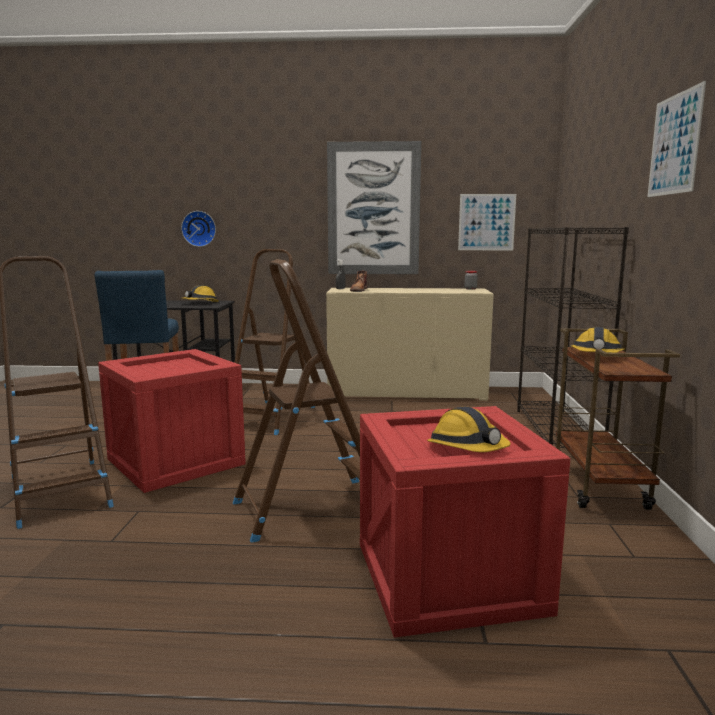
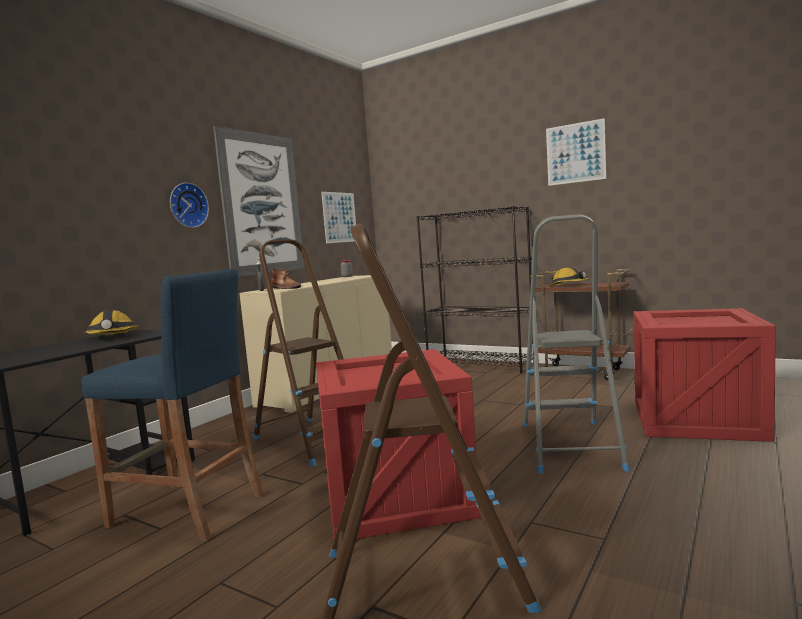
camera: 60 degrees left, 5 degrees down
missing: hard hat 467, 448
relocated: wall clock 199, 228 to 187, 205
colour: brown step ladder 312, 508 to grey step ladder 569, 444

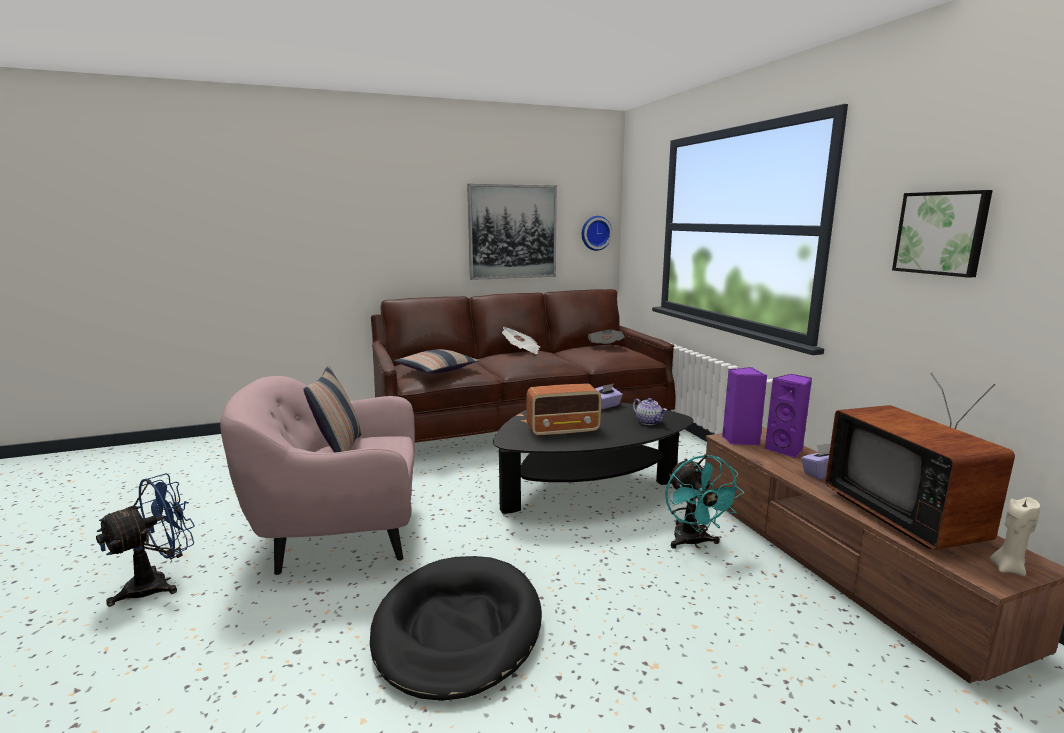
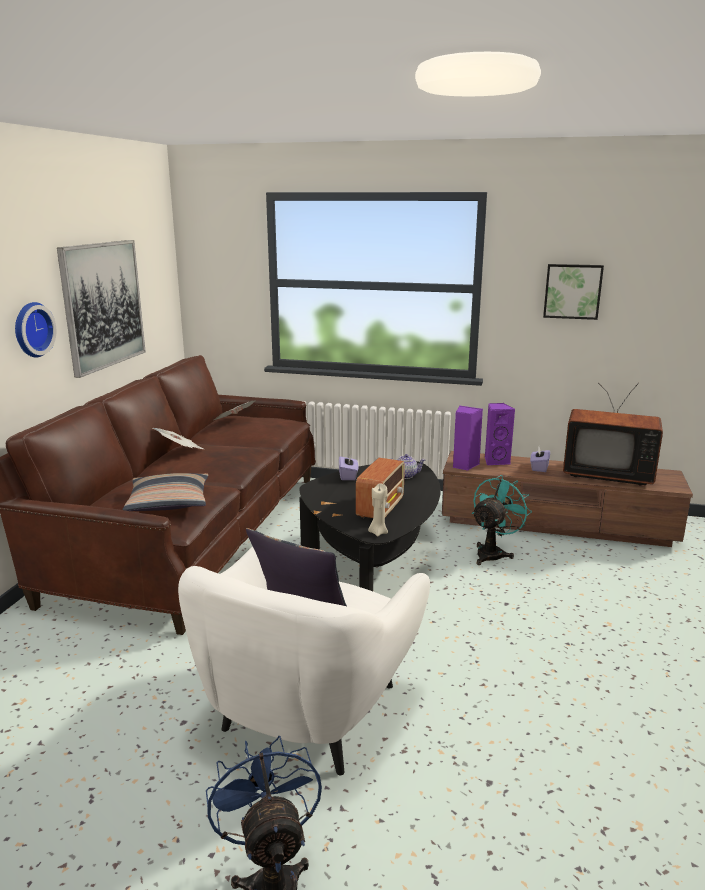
camera: 55 degrees left, 5 degrees up
missing: black dog bed 457, 629
relocated: wall clock 595, 233 to 31, 329; beige candle 1008, 569 to 378, 532
colour: pink armchair 340, 537 to white armchair 308, 713
spun: turquoise fan 693, 543 = 493, 553 75 degrees counterclockwise

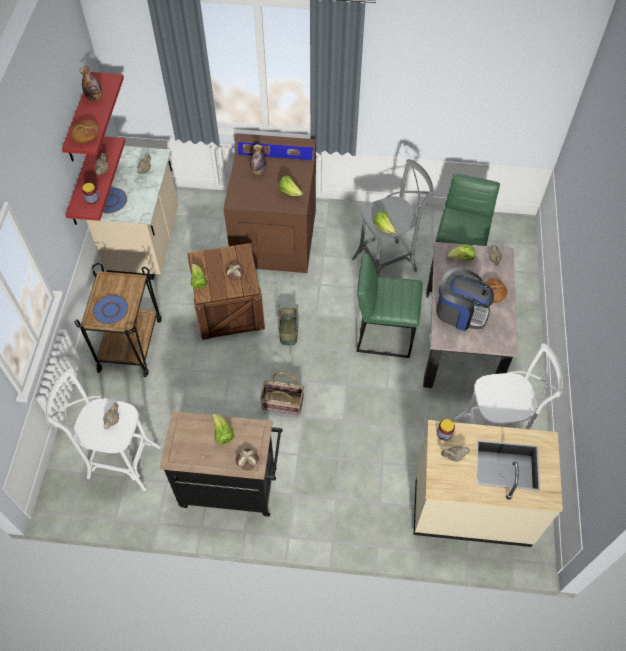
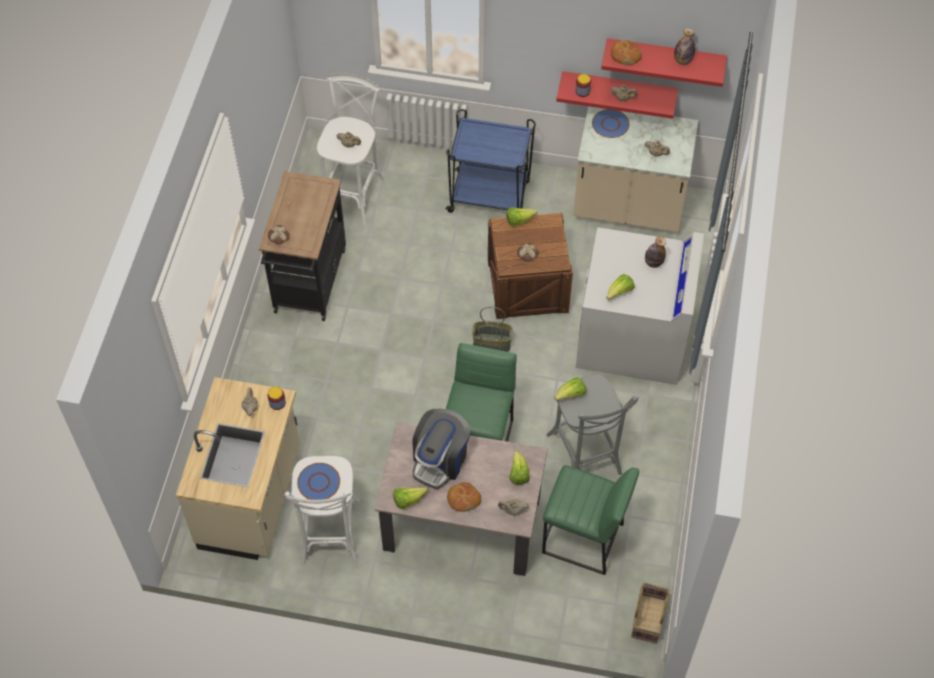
camera: 95 degrees right, 0 degrees up
relocated: blue plate 110, 310 to 318, 482; basket 282, 403 to 647, 618; lettuce 222, 433 to 408, 500
colour: brown washing machine 275, 238 to white washing machine 631, 337; brown cart 131, 343 to blue cart 490, 197

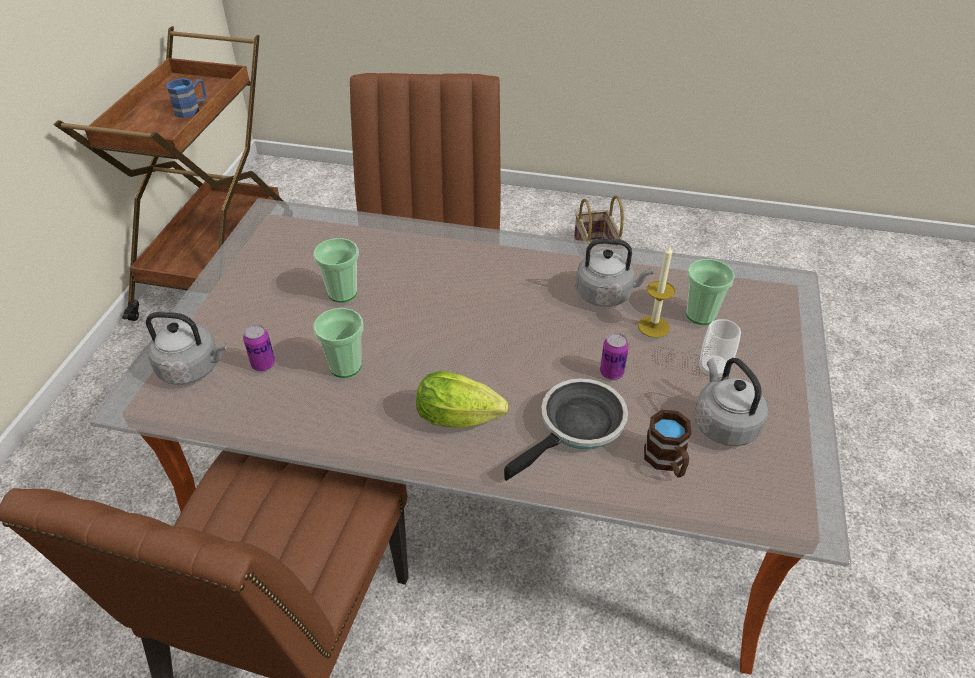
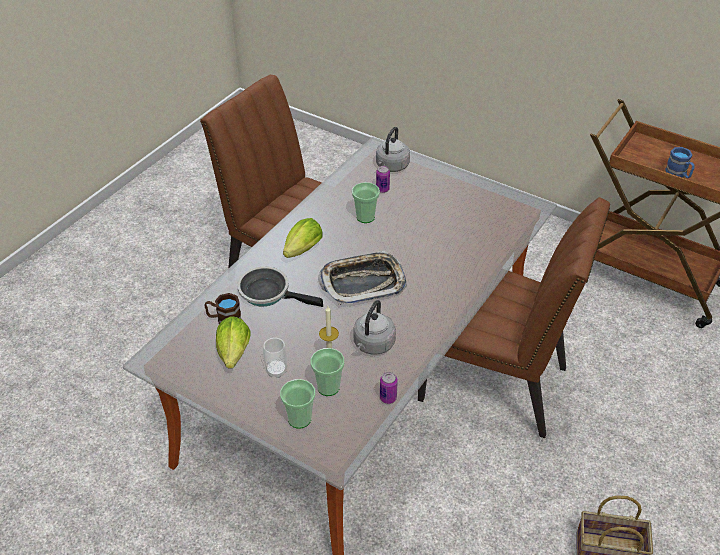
camera: 110 degrees right, 0 degrees up
appeared: tray 363, 282
relocated: cup 342, 293 to 299, 419; can 611, 372 to 388, 398
exchanged: grey kettle 723, 423 to lettuce 233, 355
spun: frying pan 577, 428 = 268, 293 135 degrees clockwise

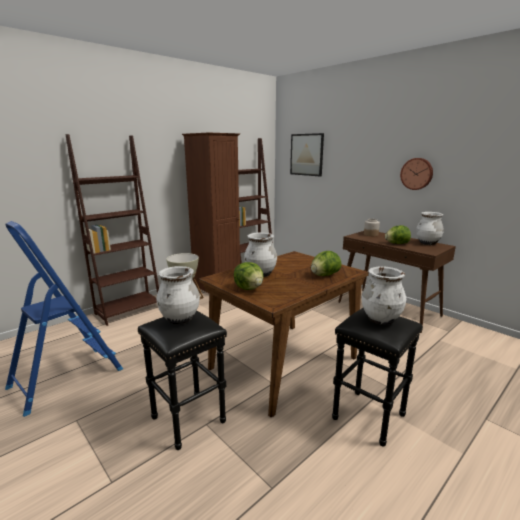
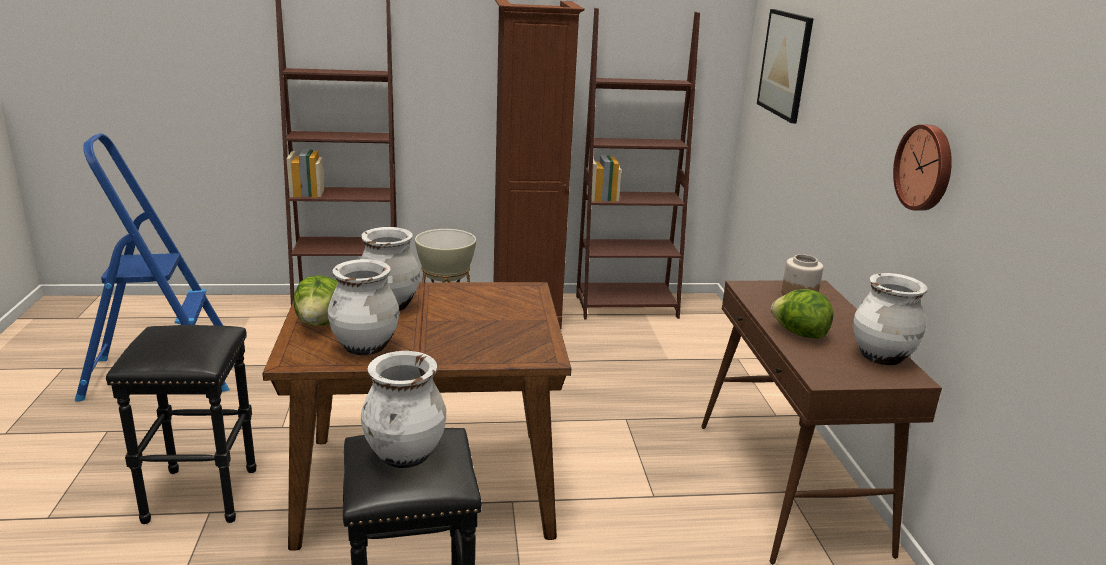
camera: 35 degrees right, 5 degrees up
missing: lettuce 324, 275
relocated: white vase 180, 319 to 365, 347

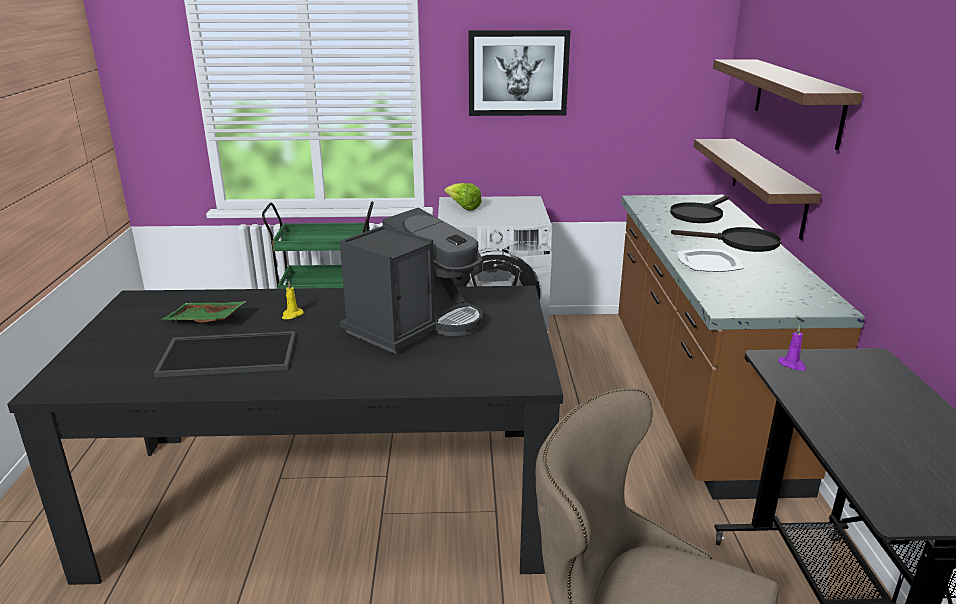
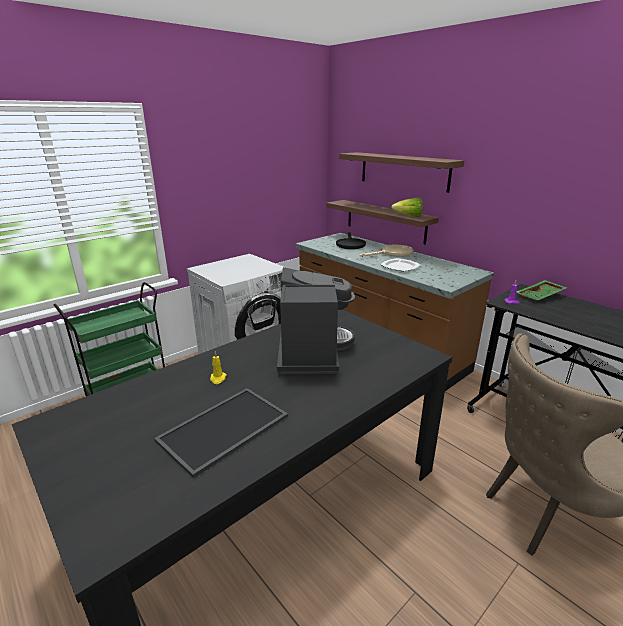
camera: 40 degrees left, 0 degrees up
missing: picture 518, 73
relocated: lettuce 463, 207 to 408, 216; green tray 205, 321 to 540, 296
colour: black frying pan 740, 243 to beige frying pan 392, 253

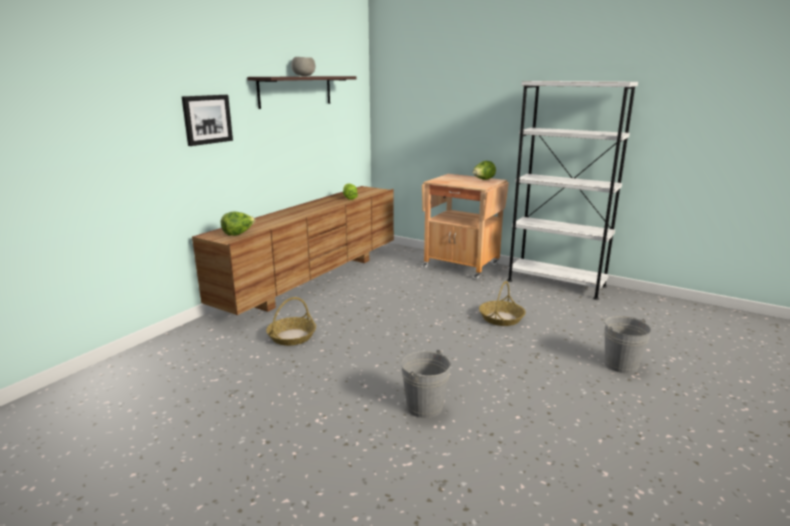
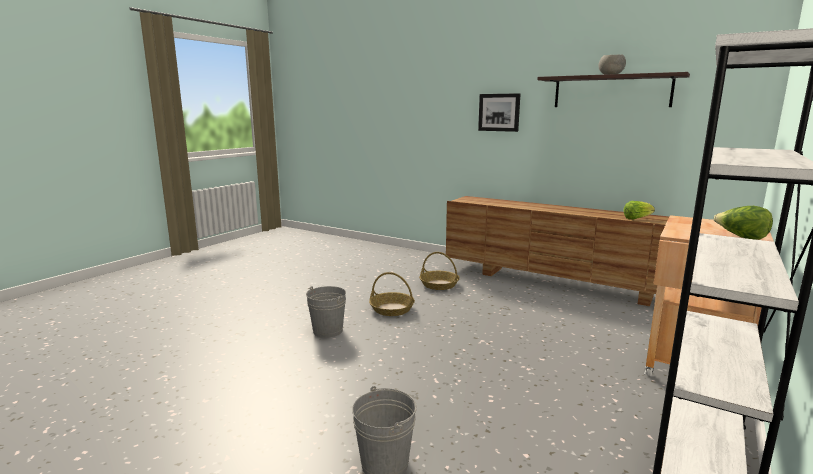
camera: 90 degrees right, 5 degrees down
missing: lettuce 238, 234
relocated: basket 501, 318 to 392, 309

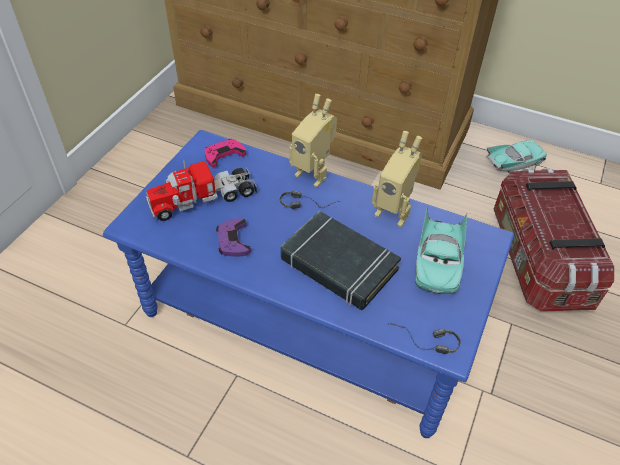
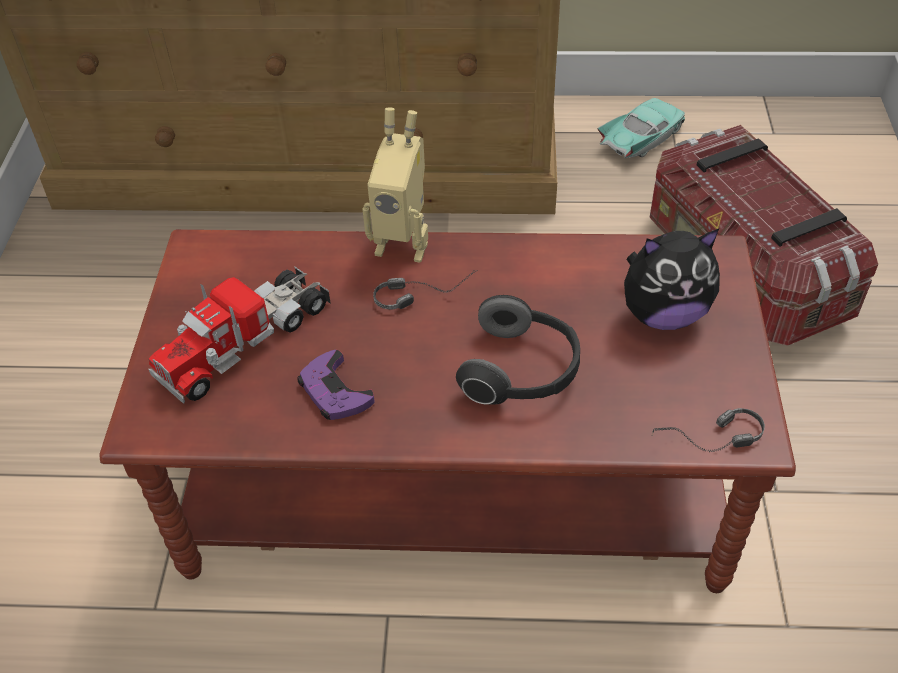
camera: 20 degrees left, 0 degrees up
missing: toy robot 394, 212; pink game controller 224, 155
exchanged: turquoise toy car 438, 261 to plush toy 663, 314; black book 338, 265 to headphones 521, 371
colour: blue coffee table 308, 319 to brown coffee table 456, 483

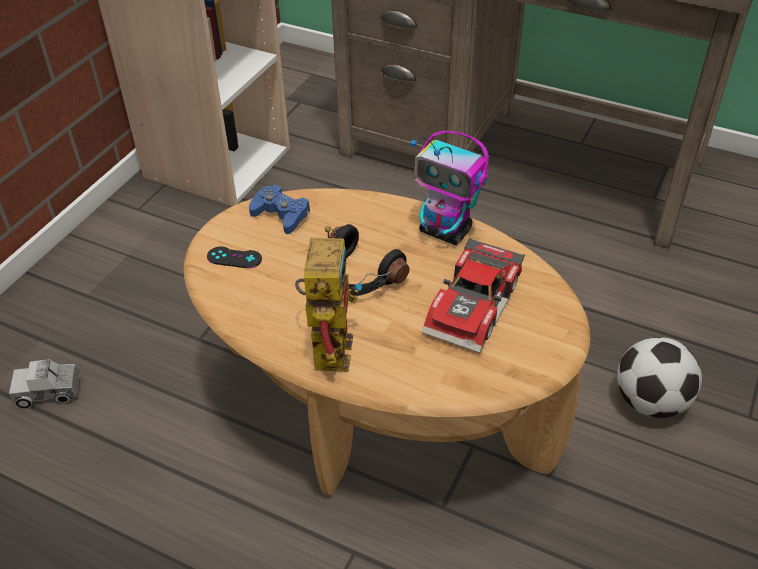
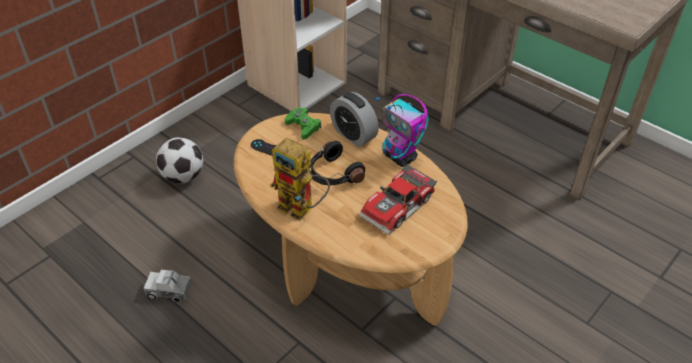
camera: 15 degrees right, 0 degrees up
appeared: alarm clock 353, 135
relocated: football 651, 402 to 183, 177; toy truck 49, 392 to 169, 291
colour: blue game controller 281, 214 to green game controller 303, 127
spun: toy robot 329, 342 = 302, 209 105 degrees clockwise

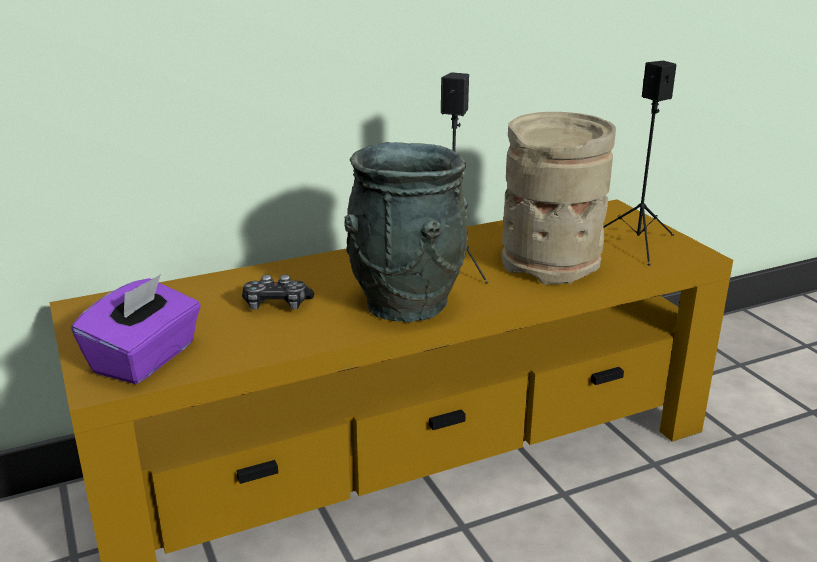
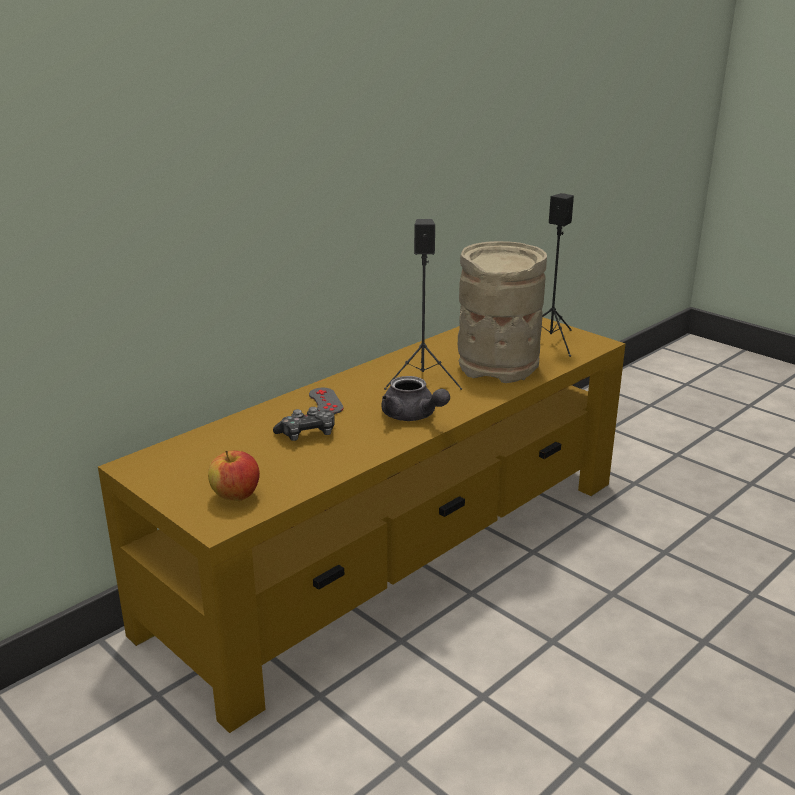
camera: 20 degrees left, 0 degrees up
appeared: grey game controller 326, 401
exchanged: grey vase 406, 305 to grey teapot 413, 416; purple tissue box 146, 359 to apple 236, 496

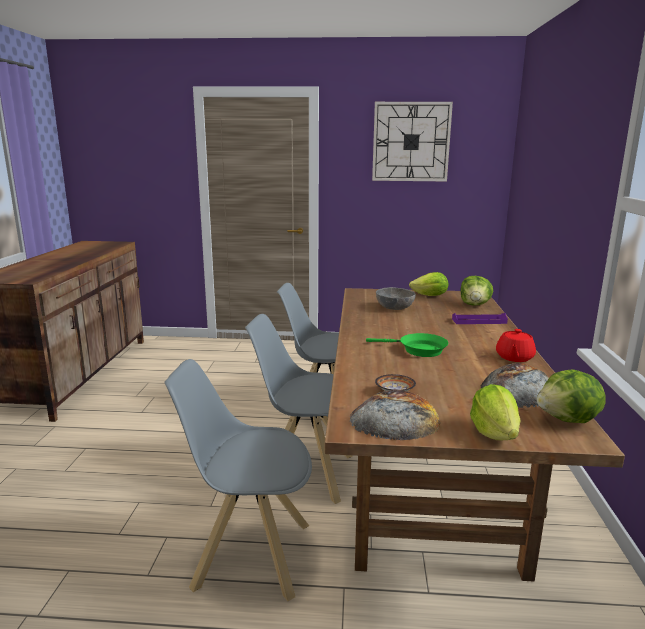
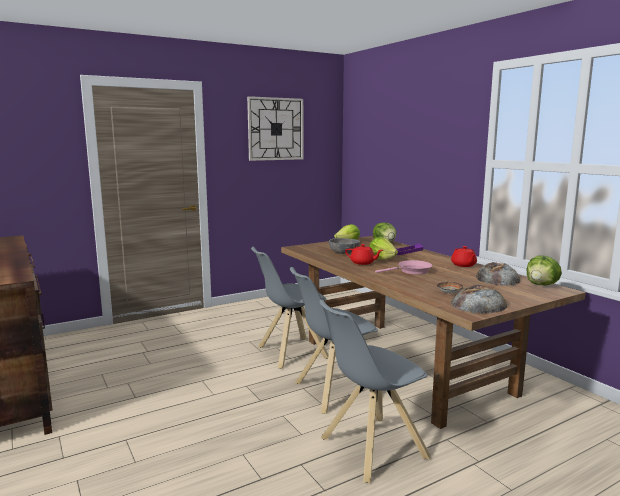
camera: 35 degrees left, 5 degrees down
appeared: red teapot 363, 263
relocated: lettuce 494, 433 to 382, 259
colour: green frying pan 418, 350 to pink frying pan 411, 271

